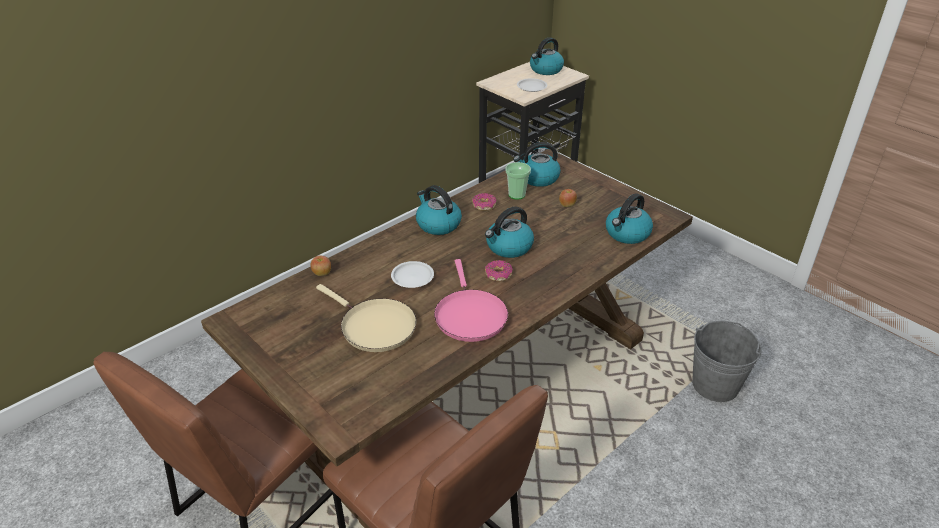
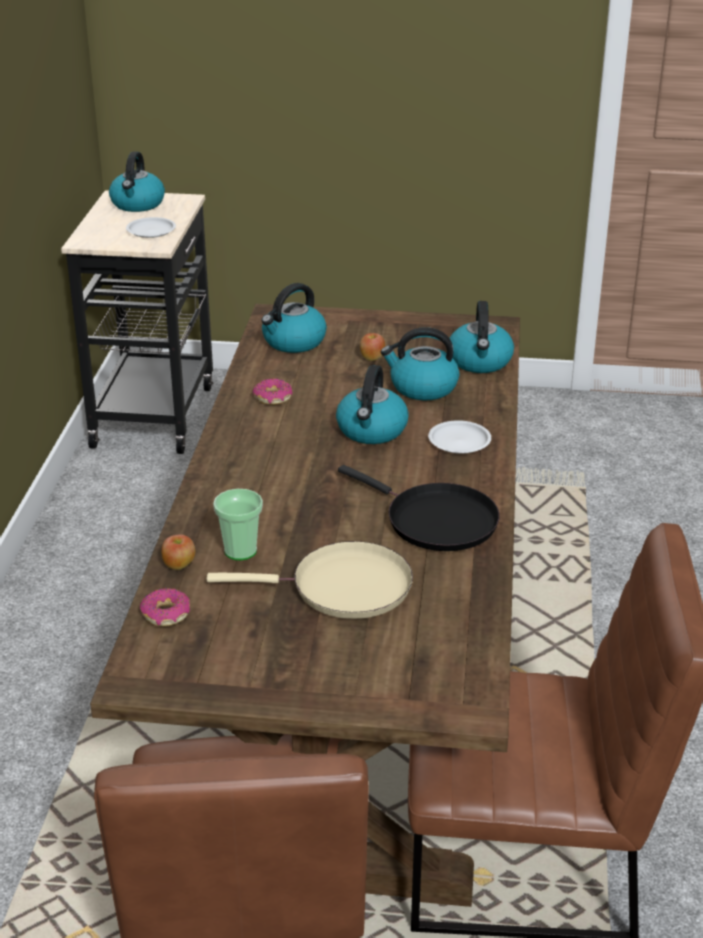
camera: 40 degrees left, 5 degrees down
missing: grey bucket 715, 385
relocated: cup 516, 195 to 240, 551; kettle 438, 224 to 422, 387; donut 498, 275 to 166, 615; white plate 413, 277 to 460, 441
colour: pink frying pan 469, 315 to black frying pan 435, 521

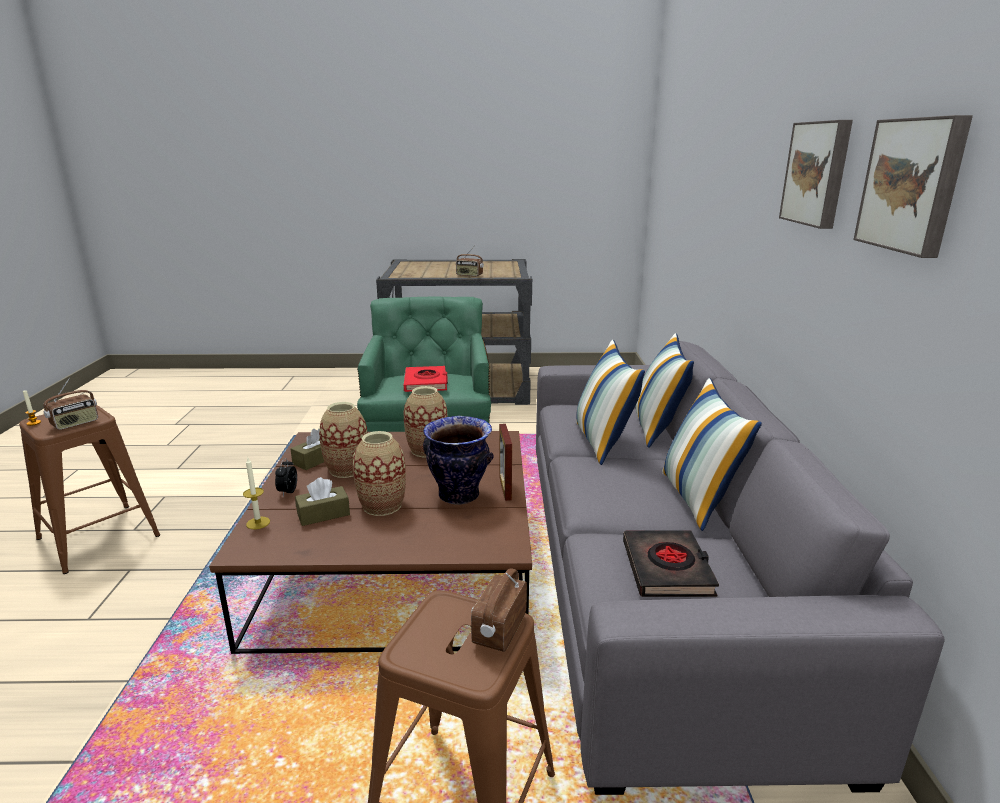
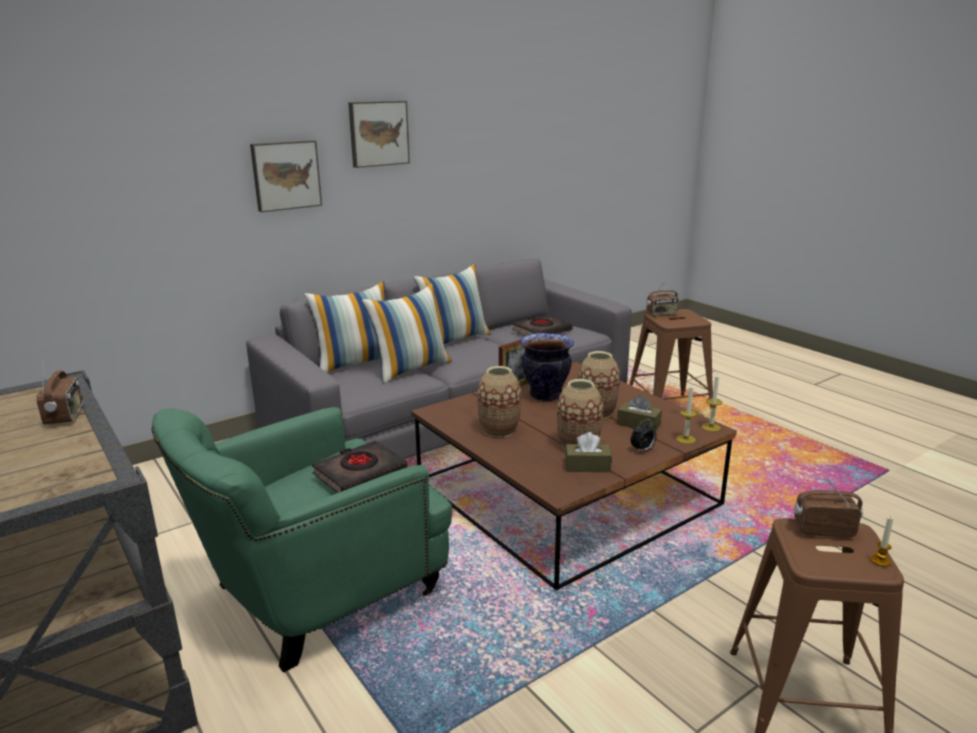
camera: 125 degrees left, 0 degrees up
appeared: candle 711, 427
relocated: picture 913, 185 to 285, 175
colour: red book 426, 383 to black book 360, 473

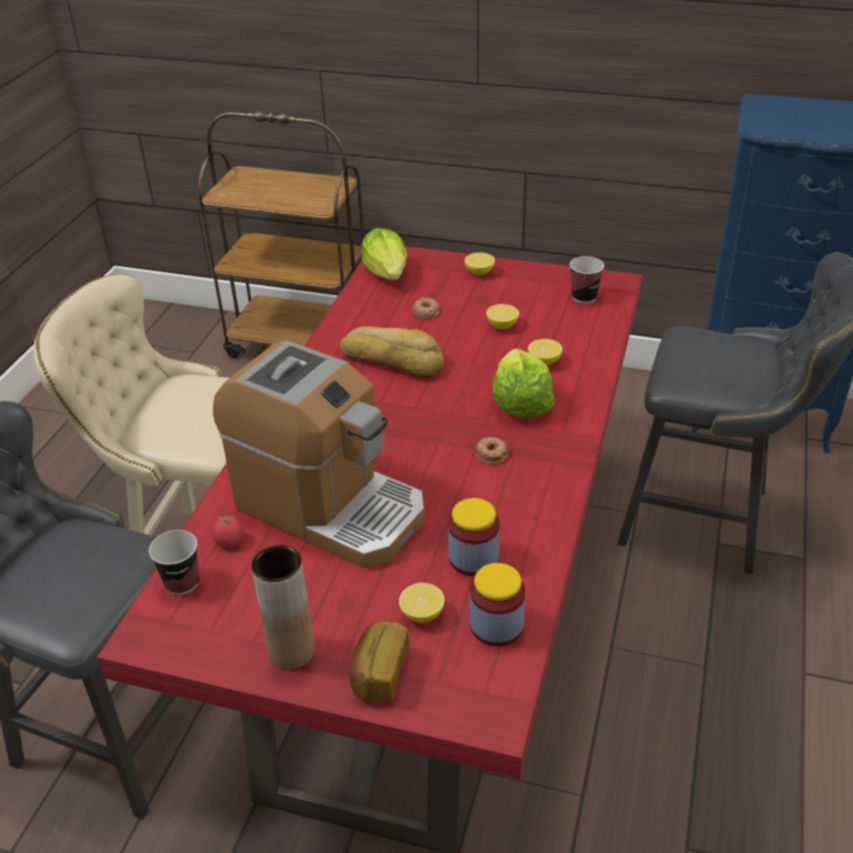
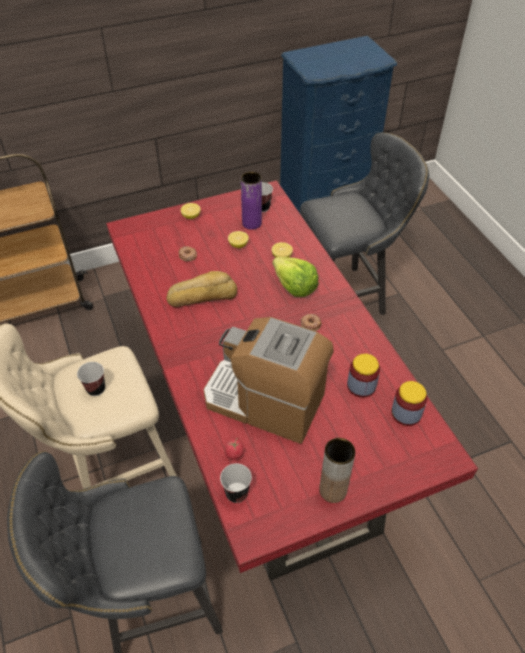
camera: 40 degrees left, 10 degrees up
missing: lettuce 387, 273; lemon 422, 614; bread 379, 673
appeared: purple vase 251, 223; cup 96, 389
spun: coffee machine 330, 507 = 265, 401 150 degrees counterclockwise

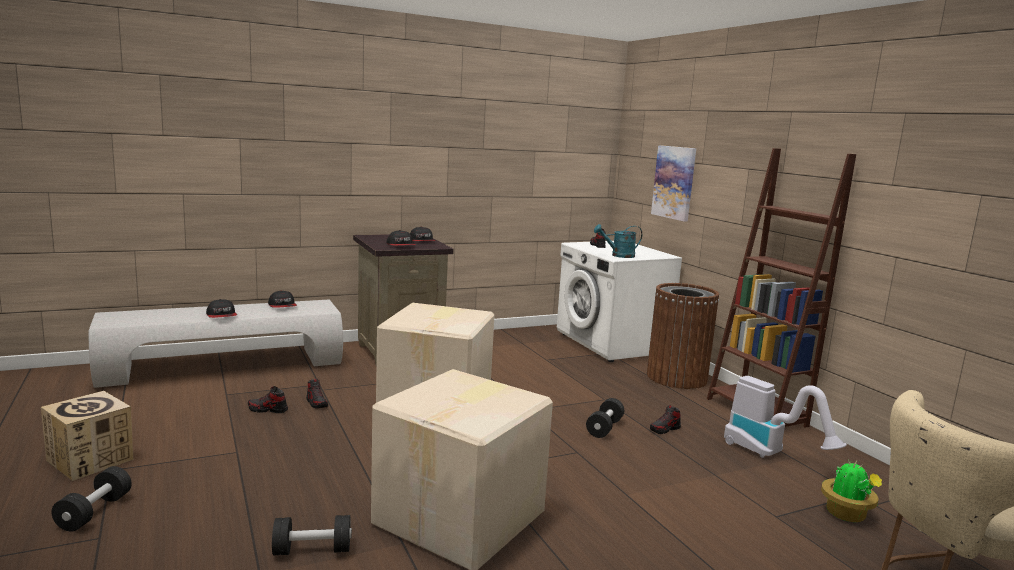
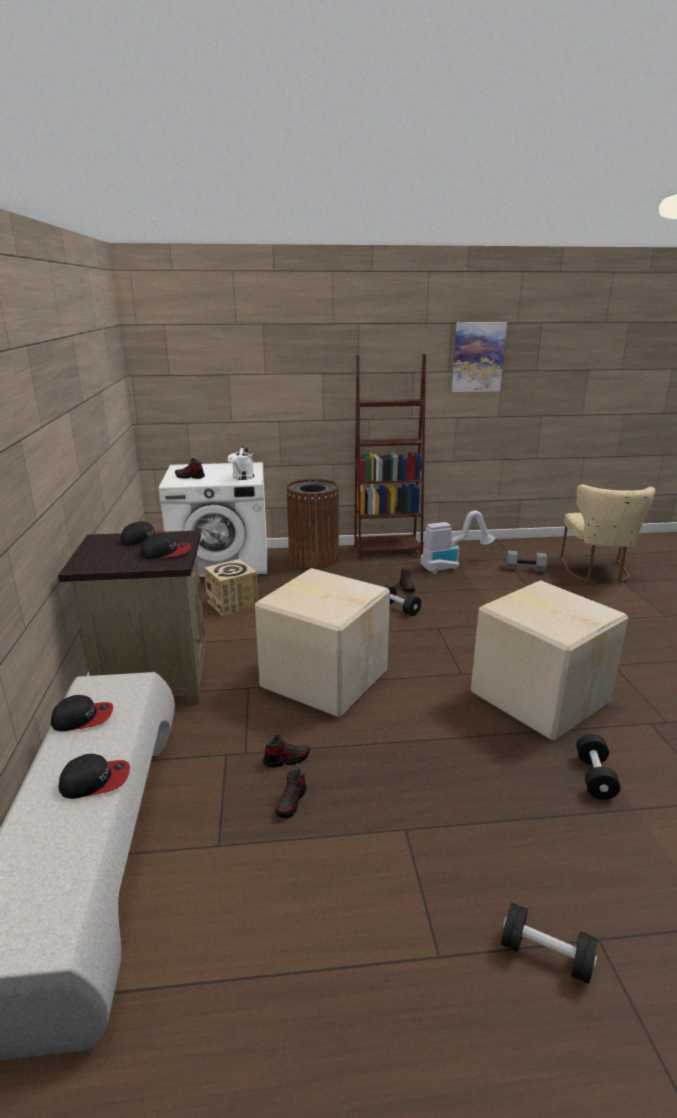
camera: 70 degrees left, 10 degrees up
relocated: picture 674, 182 to 478, 357; cardboard box 91, 460 to 232, 604
exchanged: potted plant 846, 515 to grey dumbbell 525, 568
colour: turquoise watering can 618, 255 to white watering can 242, 478

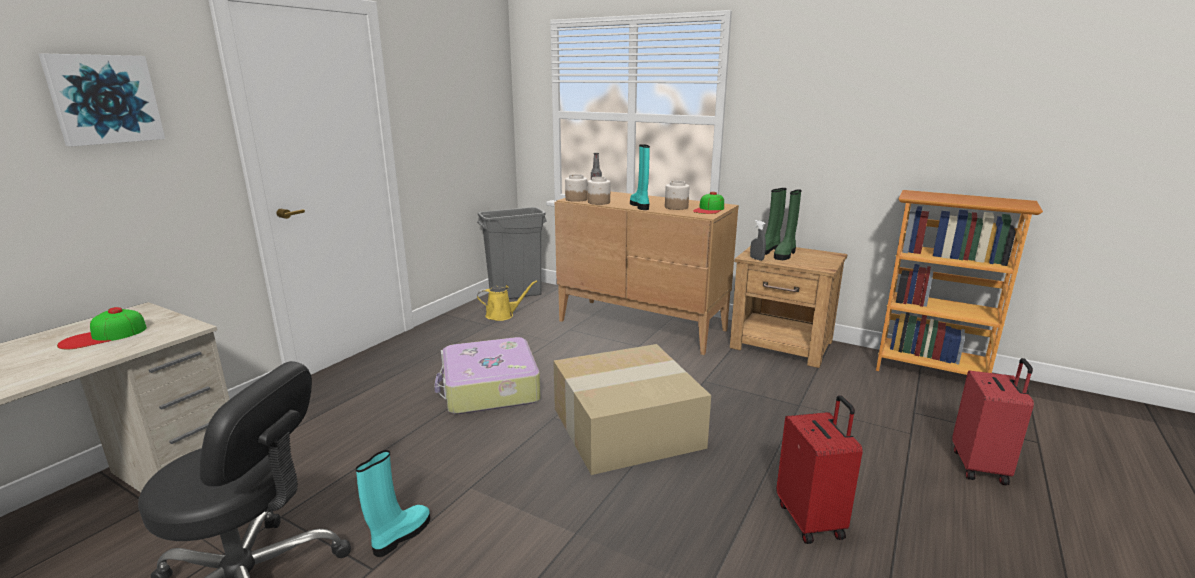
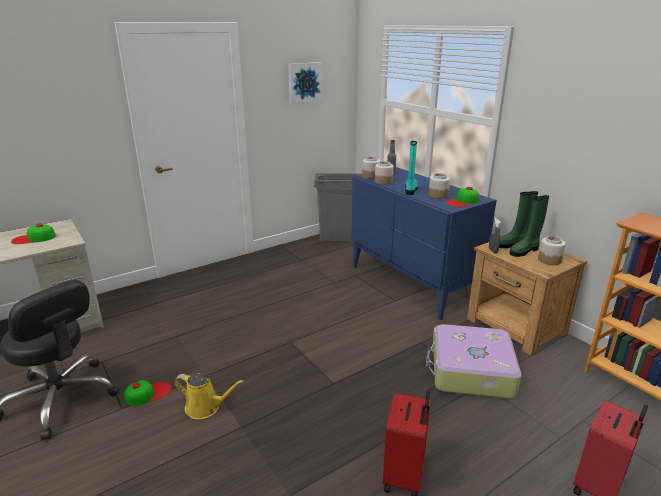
camera: 25 degrees right, 5 degrees up
missing: cardboard box 627, 426
appeared: jar 549, 260
relocated: picture 104, 99 to 304, 82; yellow watering can 502, 315 to 206, 407; suitcase 489, 389 to 470, 371
exchanged: turquoise boot 400, 536 to cap 148, 393
colour: brown cabinet 641, 325 to blue cabinet 411, 283

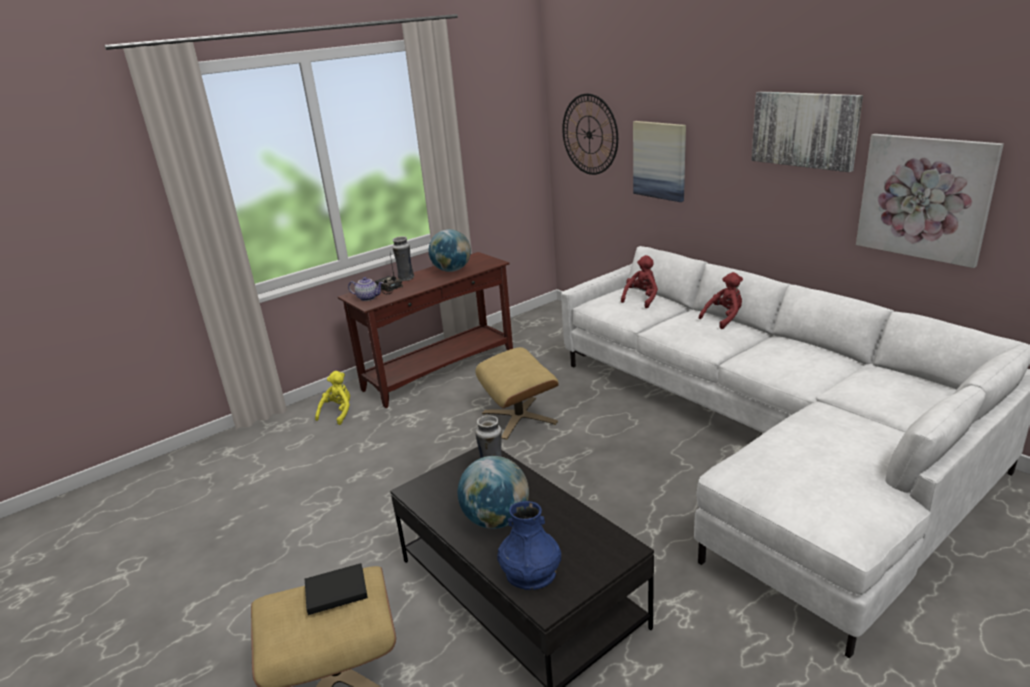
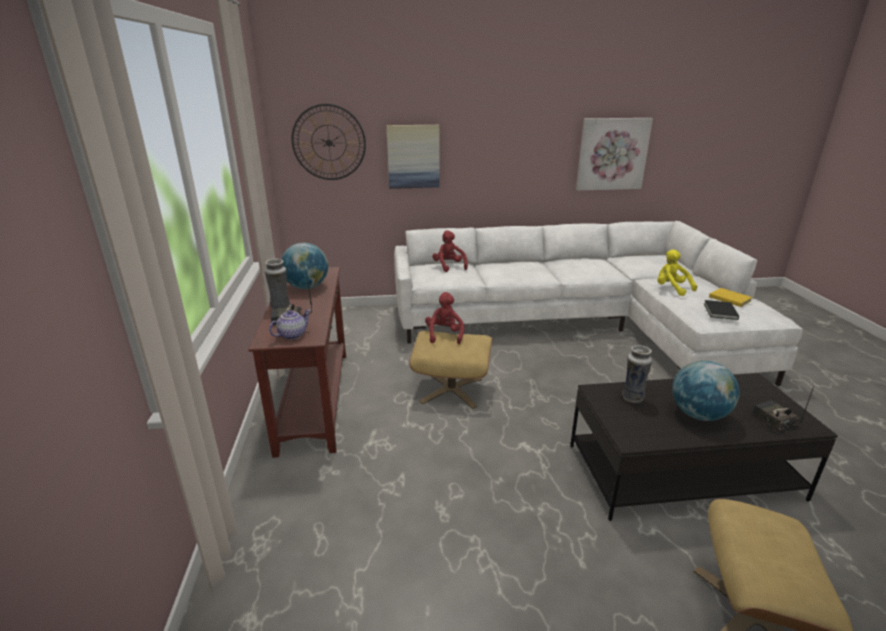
camera: 60 degrees left, 0 degrees up
missing: picture 805, 129
appeared: yellow book 729, 298
relocated: red plush toy 724, 318 to 444, 335; yellow plush toy 338, 413 to 671, 289; black book 334, 590 to 720, 311
exchanged: blue vase 531, 573 to radio 773, 421

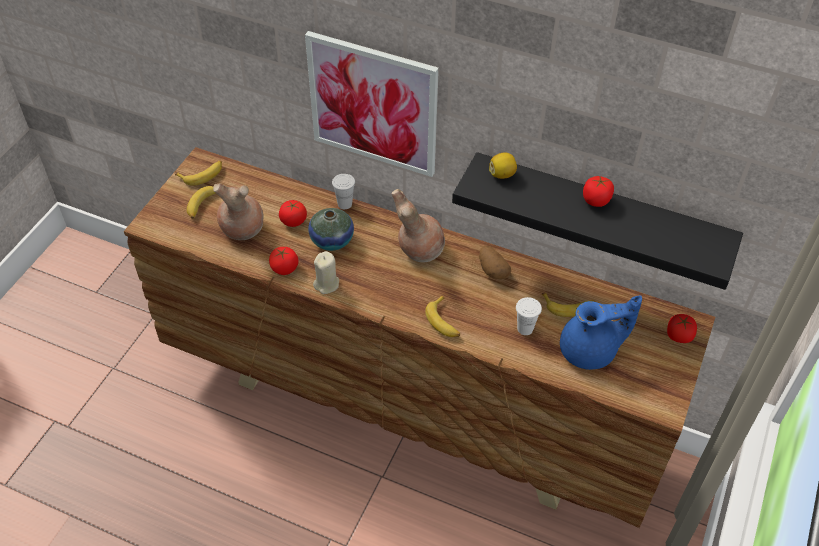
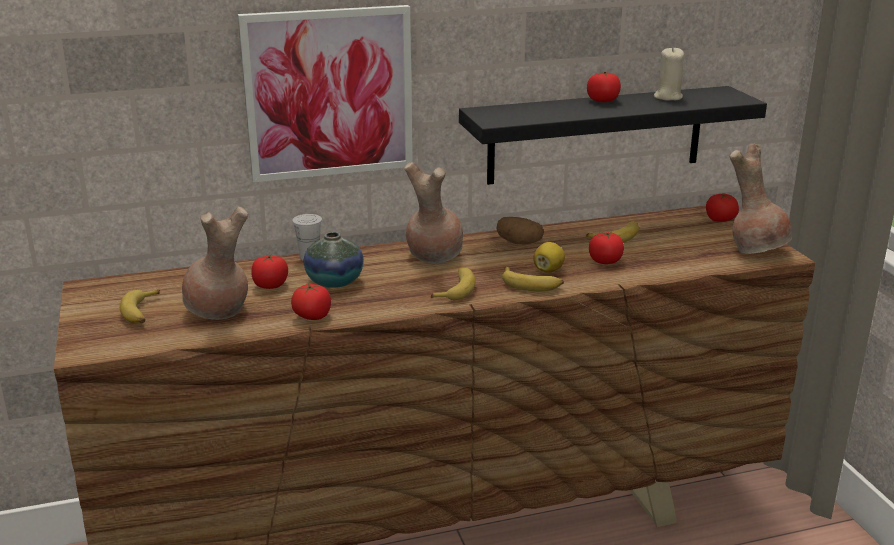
camera: 40 degrees left, 25 degrees down
missing: blue teapot 590, 351
appeared: brown vase 756, 250
relocated: lemon 502, 174 to 548, 270; banana 202, 175 to 455, 289; beige candle 326, 284 to 667, 97
exchanged: white cup 525, 328 to tomato 605, 261

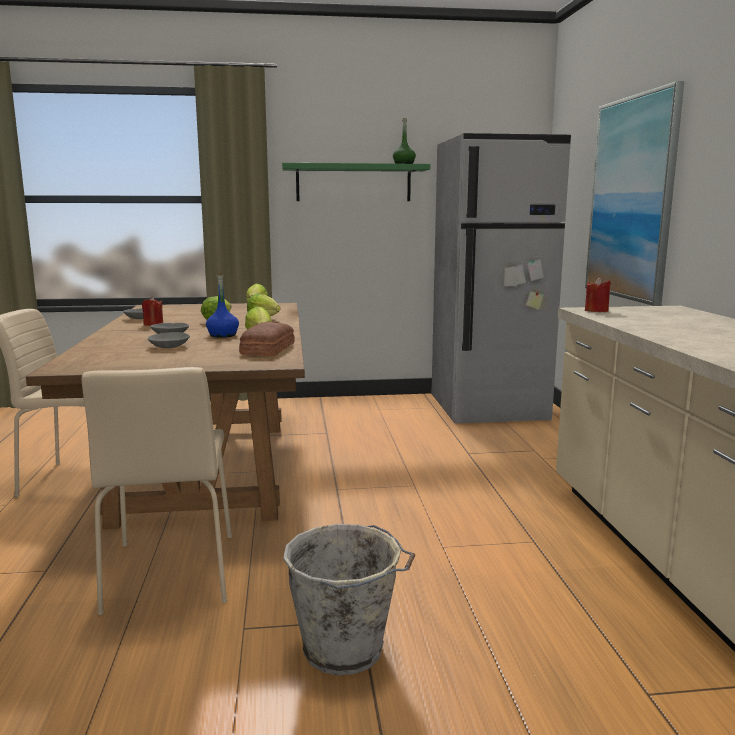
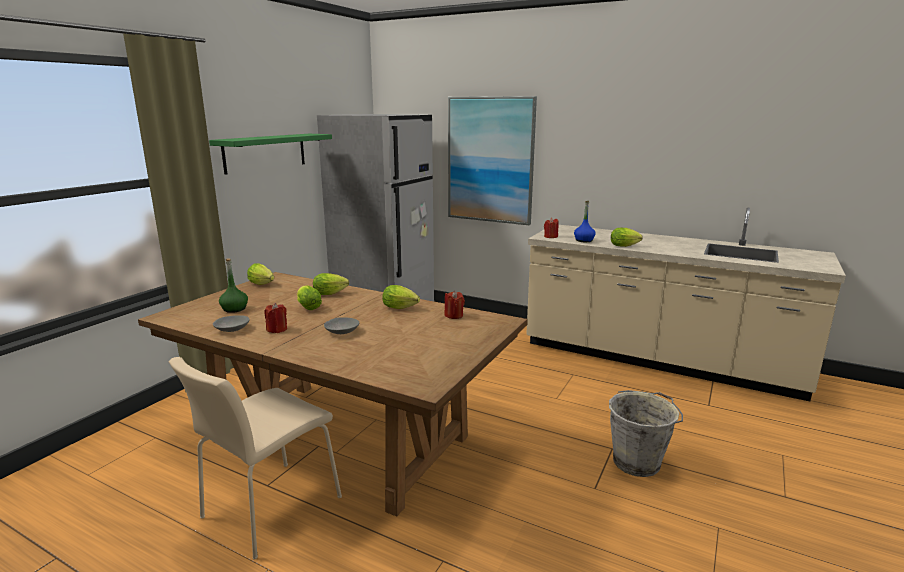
camera: 55 degrees left, 5 degrees up
missing: grey bowl 169, 347; beige chair 170, 575
appeared: lettuce 625, 246
relocated: green bottle 404, 164 to 234, 309; blue bottle 223, 335 to 584, 240
exchanged: bread 266, 349 to red candle 454, 315

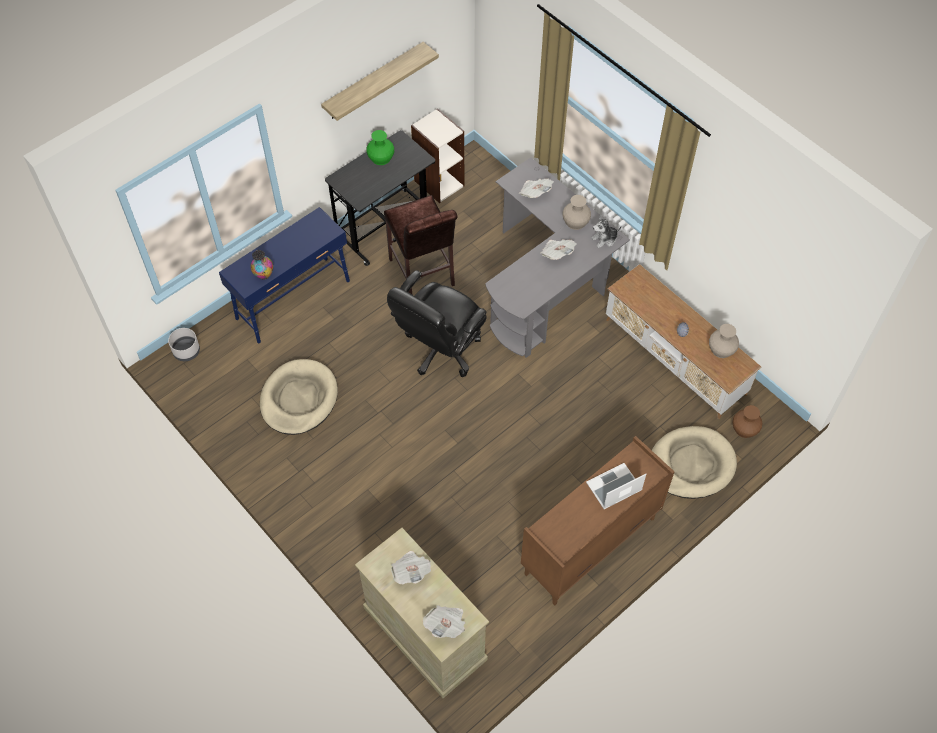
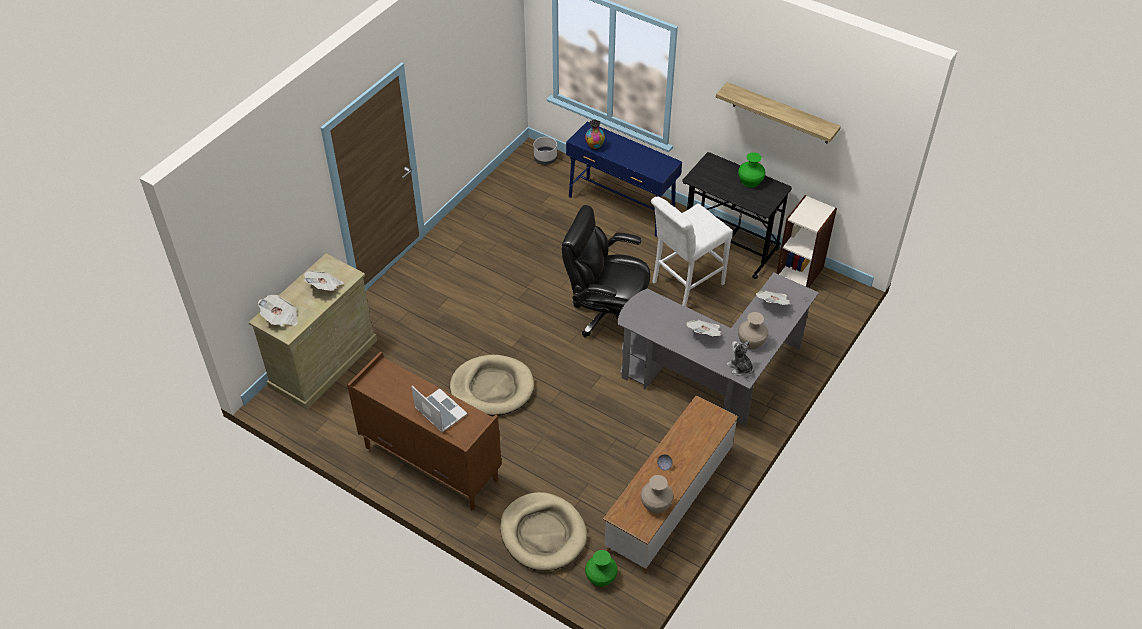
camera: 75 degrees right, 10 degrees down
relocated: beige dog bed 299, 399 to 492, 388
colour: brown stool 423, 275 to white stool 684, 284; brown vase 744, 429 to green vase 601, 577

